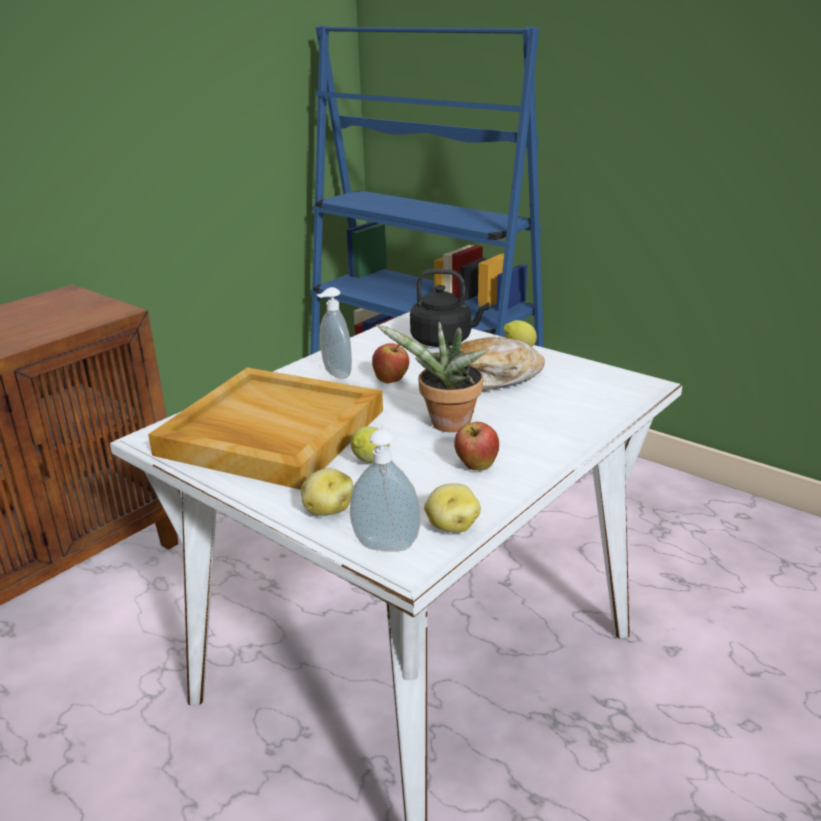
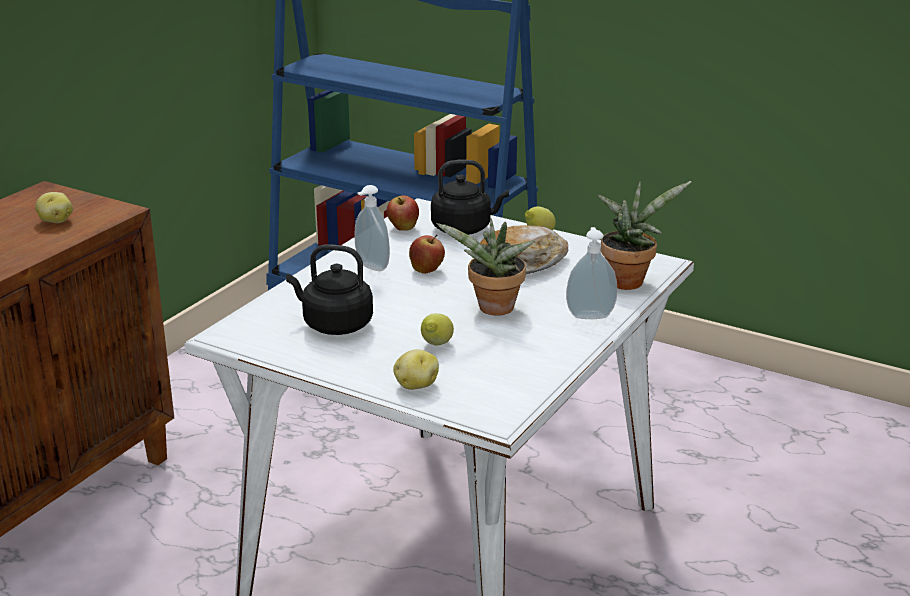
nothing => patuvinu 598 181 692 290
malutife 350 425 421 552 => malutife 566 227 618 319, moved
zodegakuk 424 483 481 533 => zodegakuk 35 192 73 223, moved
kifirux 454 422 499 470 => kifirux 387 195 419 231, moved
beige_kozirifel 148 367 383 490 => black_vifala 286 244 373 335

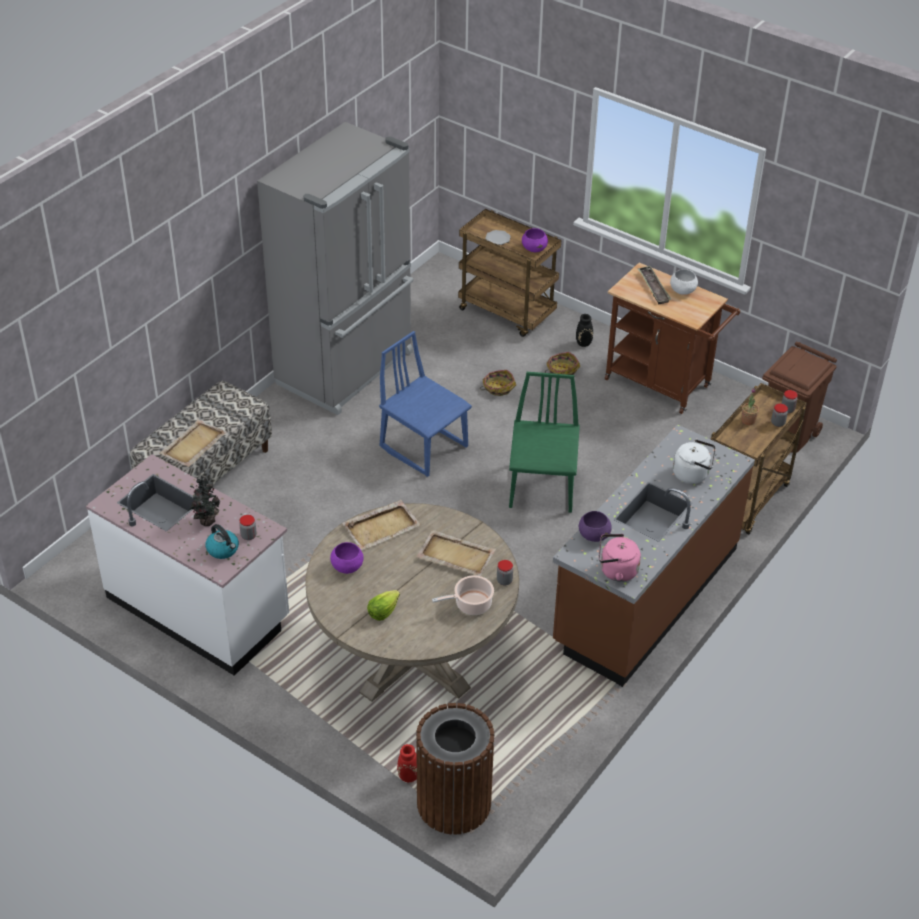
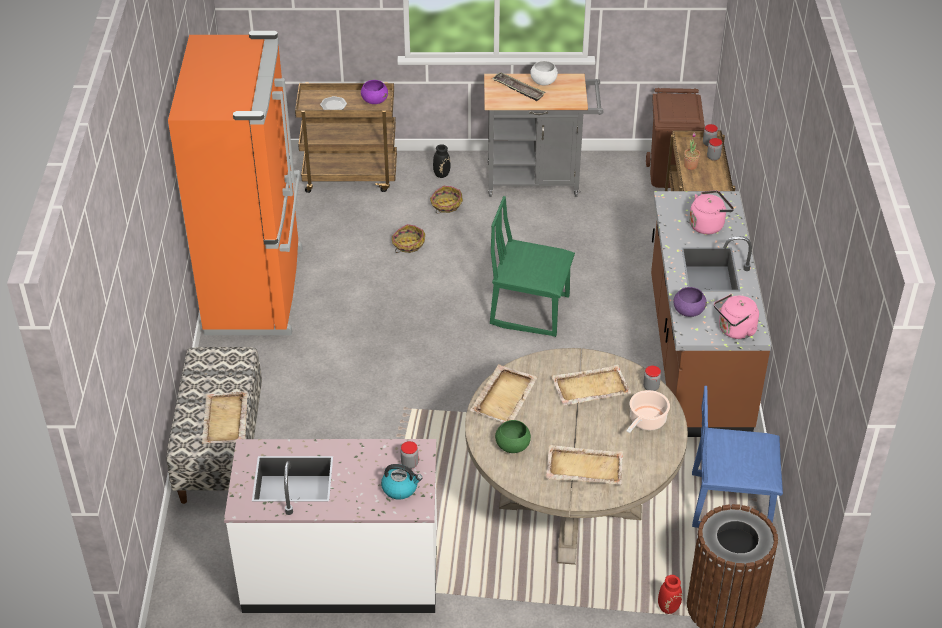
patuvinu 188 475 220 526 => nothing
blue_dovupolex 379 331 472 477 => blue_dovupolex 692 386 783 528, moved
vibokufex 367 590 400 621 => beige_kozirifel 546 445 623 485
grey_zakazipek 257 122 413 415 => orange_zakazipek 168 31 303 335
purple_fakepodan 330 542 364 574 => green_fakepodan 495 420 531 453
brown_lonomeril 605 263 740 414 => grey_lonomeril 484 74 603 197
white_vifala 673 439 716 484 => pink_vifala 689 190 734 234
green_dovupolex 509 372 580 513 => green_dovupolex 490 196 575 337, 45 degrees counterclockwise

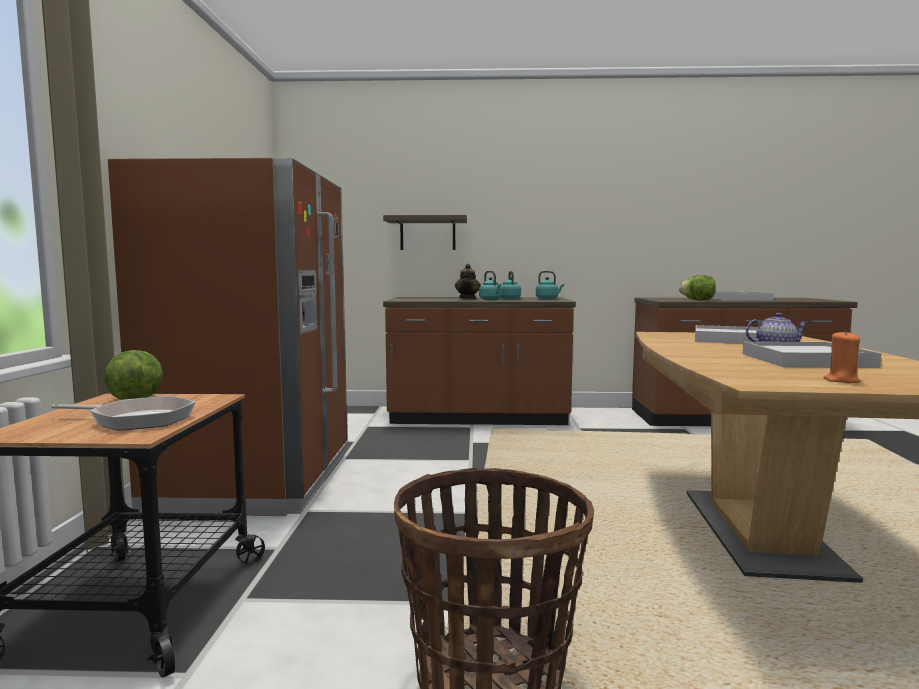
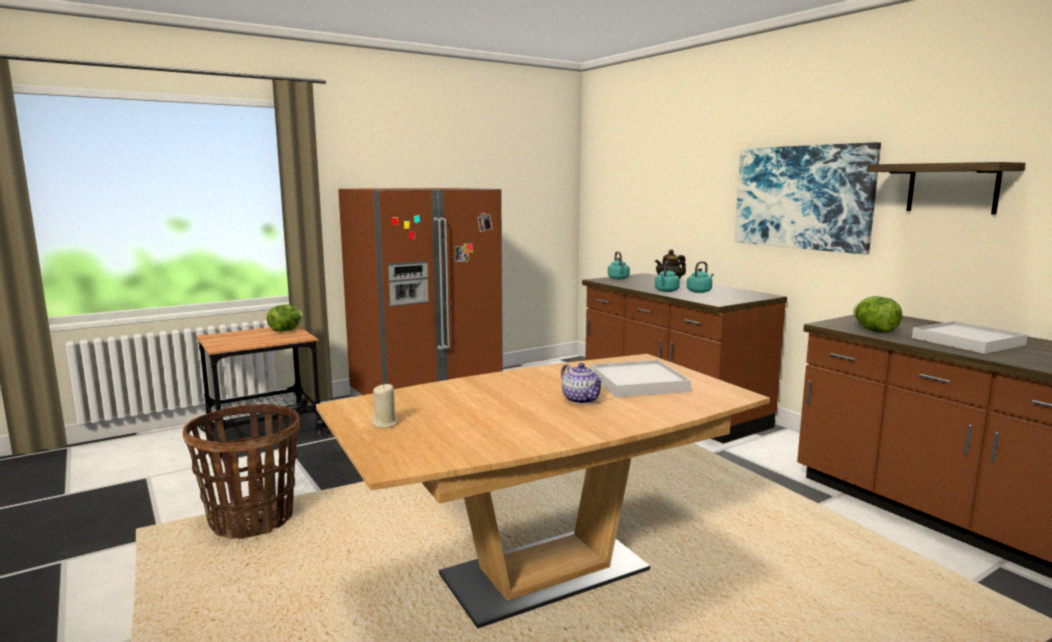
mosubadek 51 396 196 431 => nothing
white_kozirifel 742 341 881 368 => nothing
nothing => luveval 735 142 881 255
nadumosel 383 215 467 250 => nadumosel 867 162 1026 214, moved
turquoise_vifala 536 271 564 299 => turquoise_vifala 608 251 630 279, moved
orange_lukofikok 823 330 860 383 => beige_lukofikok 372 383 399 428

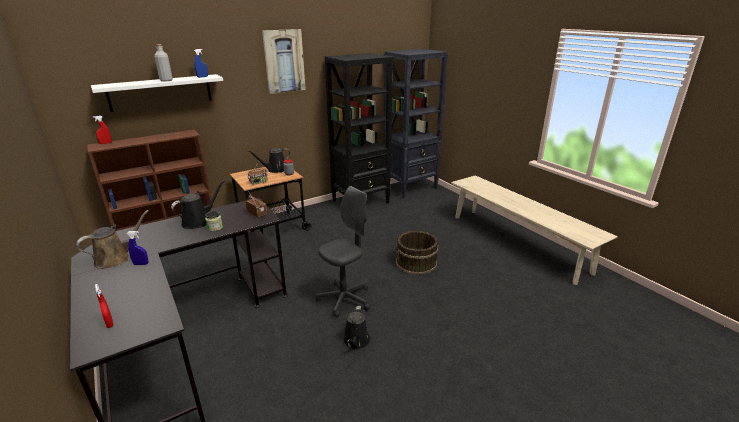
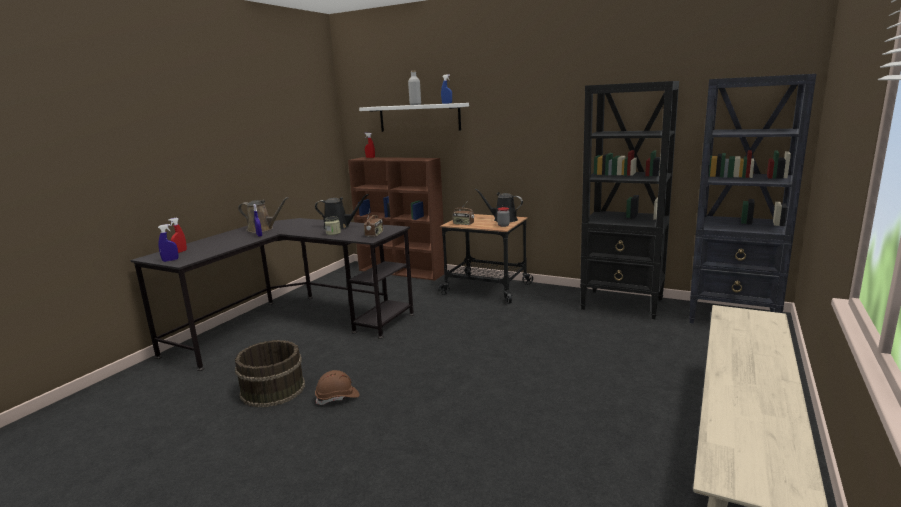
luveval 262 29 306 94 => nothing
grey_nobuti 316 186 370 318 => nothing
nothing => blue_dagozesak 158 224 178 262
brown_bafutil 396 231 438 275 => brown_bafutil 235 340 305 407, moved
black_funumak 343 306 371 350 => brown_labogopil 315 370 359 405

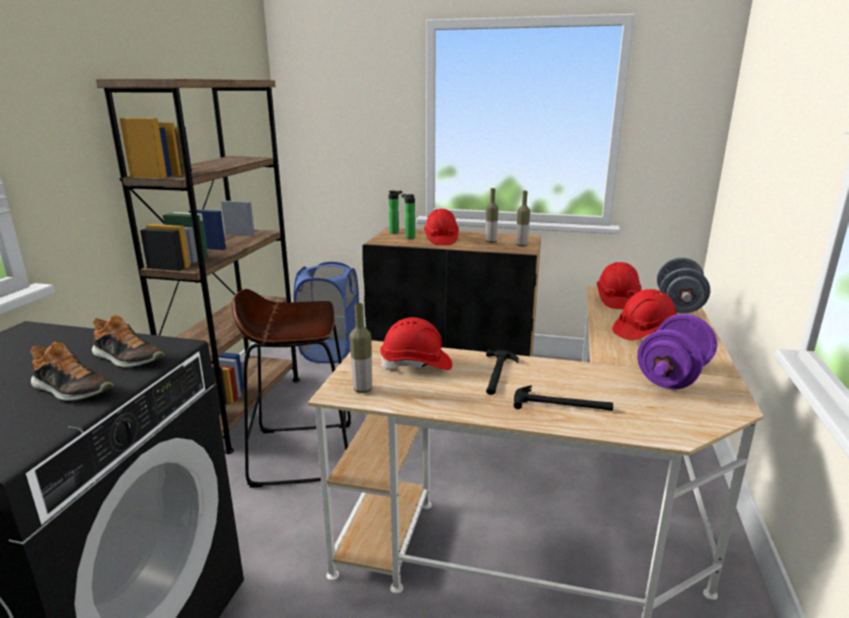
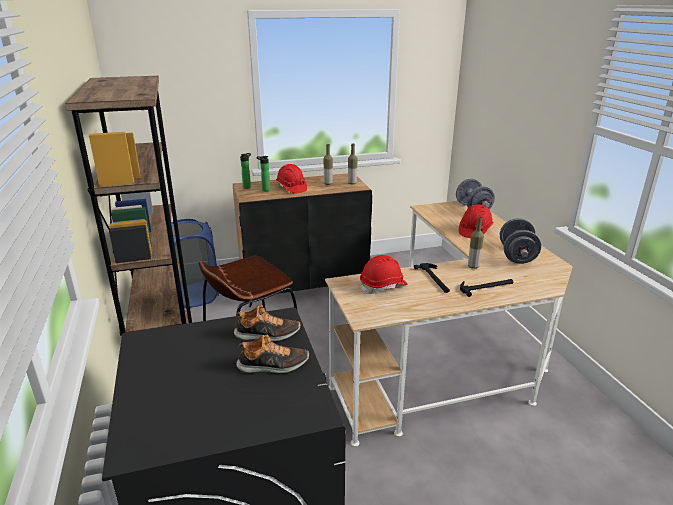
red_labogopil 597 262 642 309 => nothing
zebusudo 349 303 372 393 => zebusudo 468 217 484 269, moved
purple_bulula 637 314 717 389 => grey_bulula 500 218 541 264

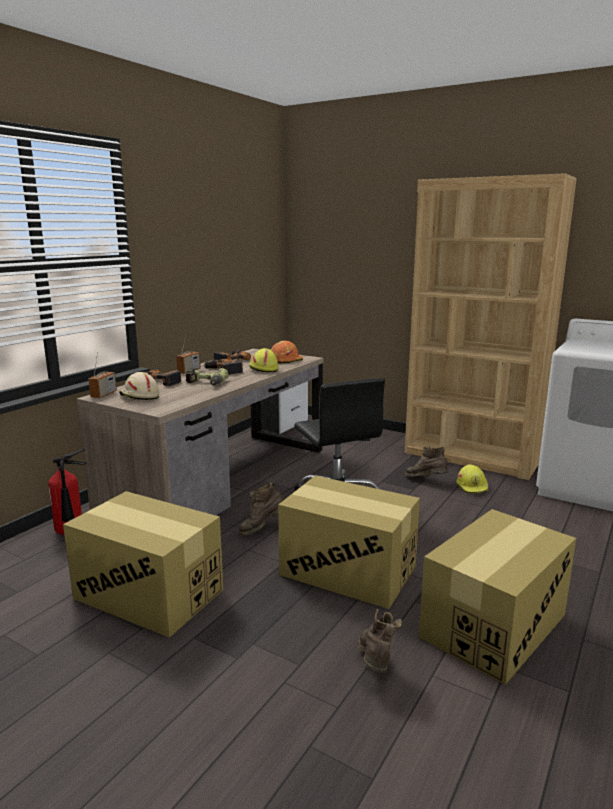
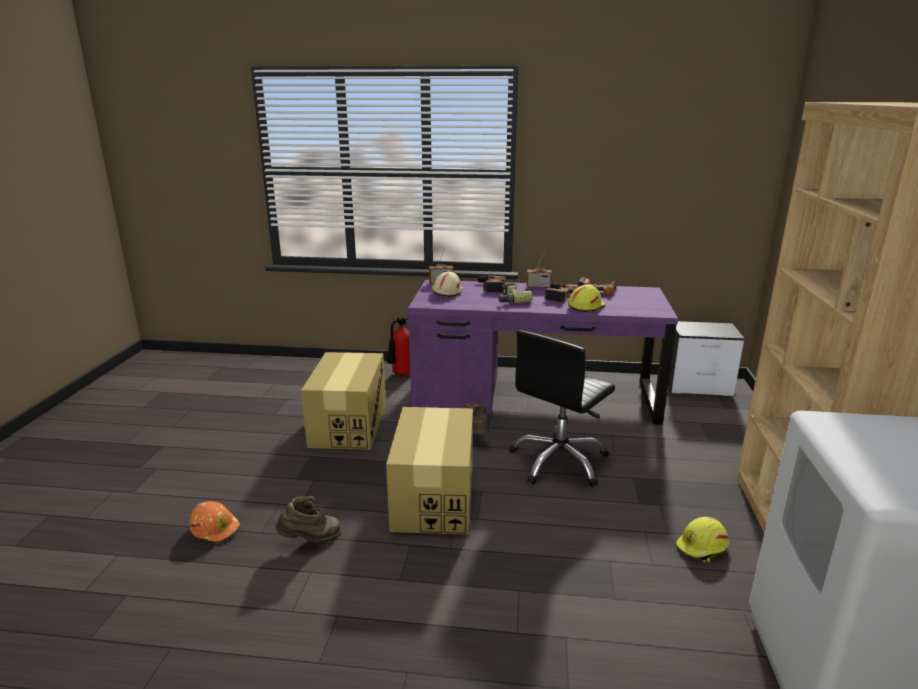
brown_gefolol 405 446 448 476 => nothing
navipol 419 509 576 685 => nothing
orange_labogopil 271 341 303 364 => orange_labogopil 190 501 240 544, moved
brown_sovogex 77 349 324 515 => purple_sovogex 408 280 678 425

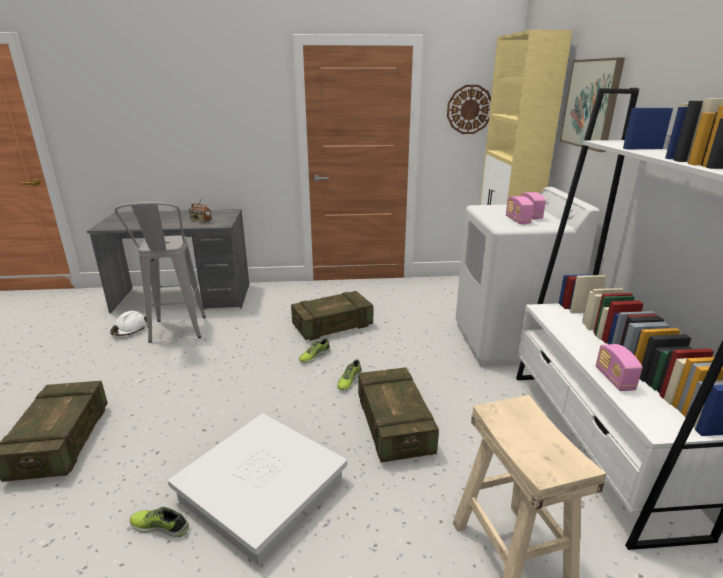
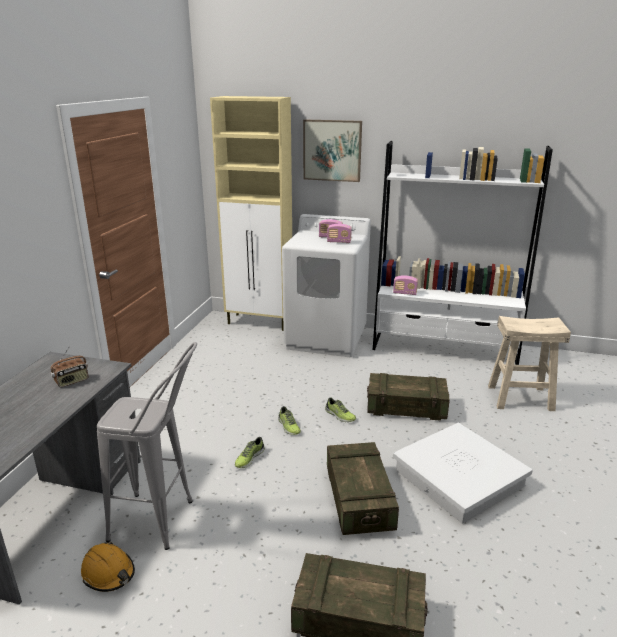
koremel 447 85 491 134 => nothing
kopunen 130 507 189 537 => kopunen 235 437 265 468, moved
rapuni 291 291 373 341 => rapuni 327 442 399 535, moved
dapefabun 596 344 643 391 => dapefabun 393 275 418 295, moved
white_labogopil 110 311 147 336 => orange_labogopil 81 542 135 592

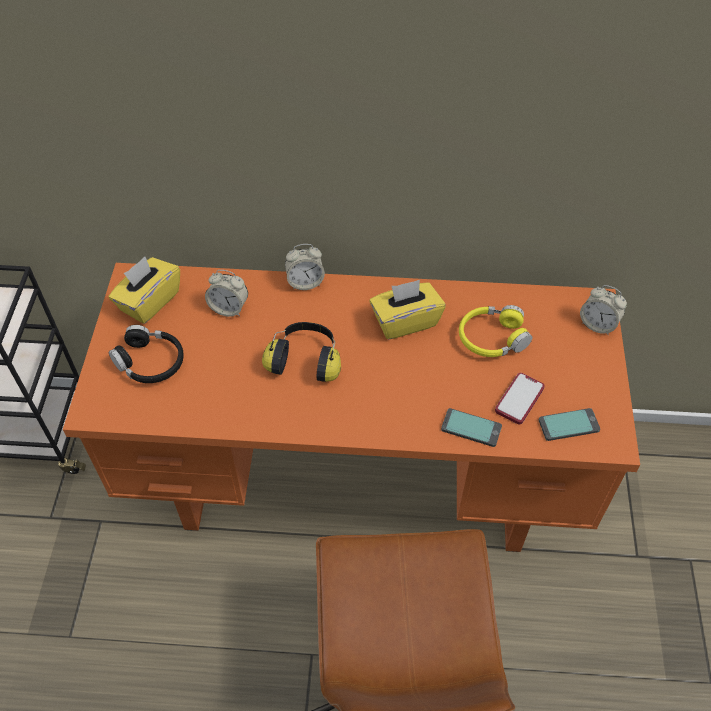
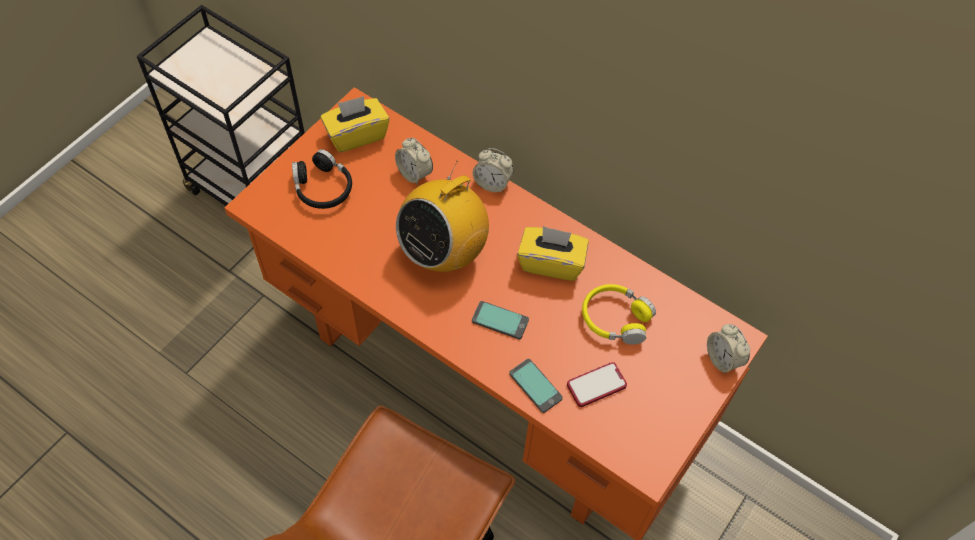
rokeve 539 408 600 441 => rokeve 472 301 529 339, moved
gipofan 262 322 341 382 => dapefabun 396 161 489 272

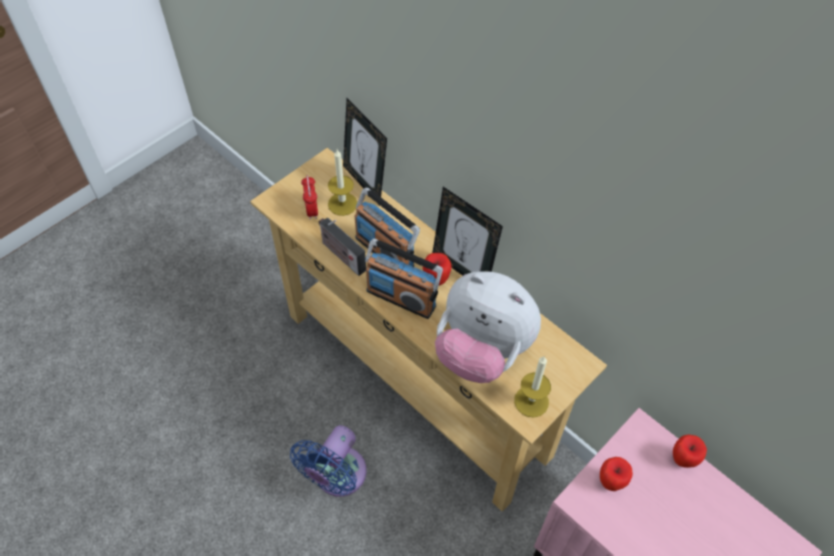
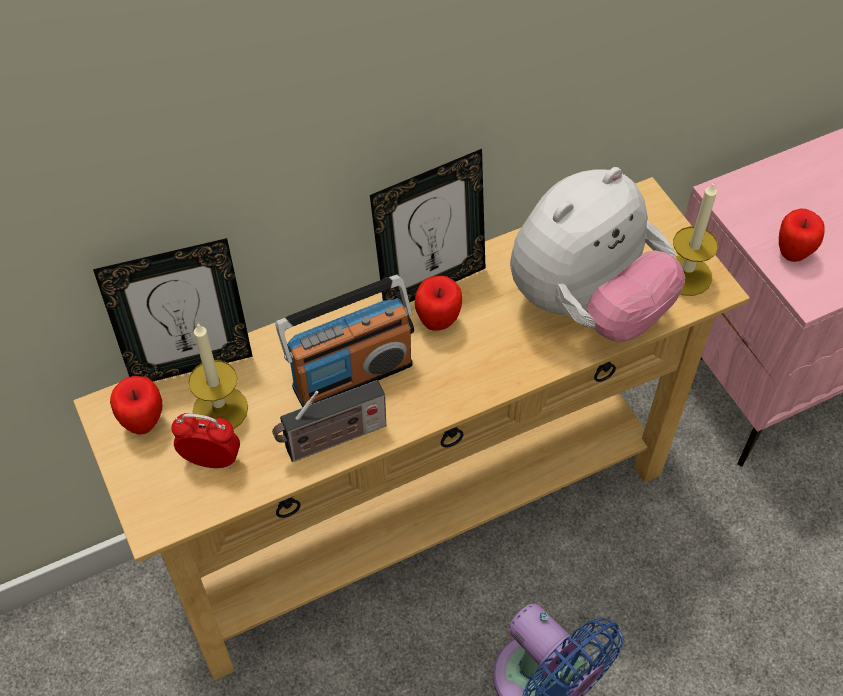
dapefabun 365 238 443 319 => nothing
kifirux 673 434 707 468 => kifirux 110 376 162 435, moved

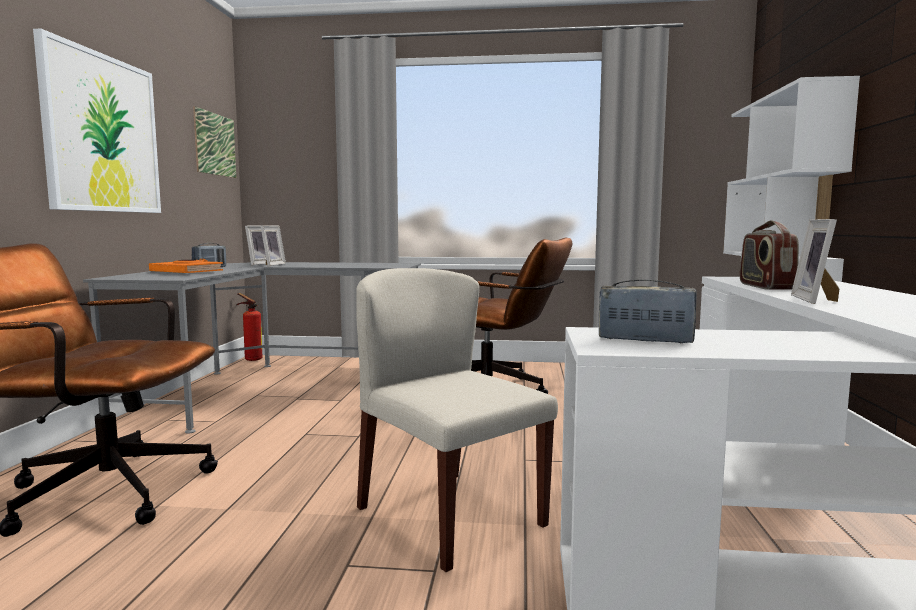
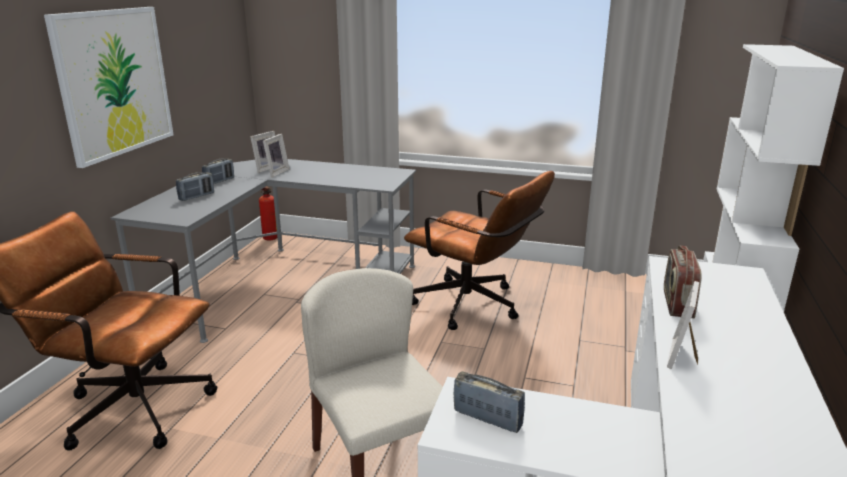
luveval 193 106 236 178 => nothing
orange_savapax 149 259 223 273 => dapefabun 176 172 214 201

